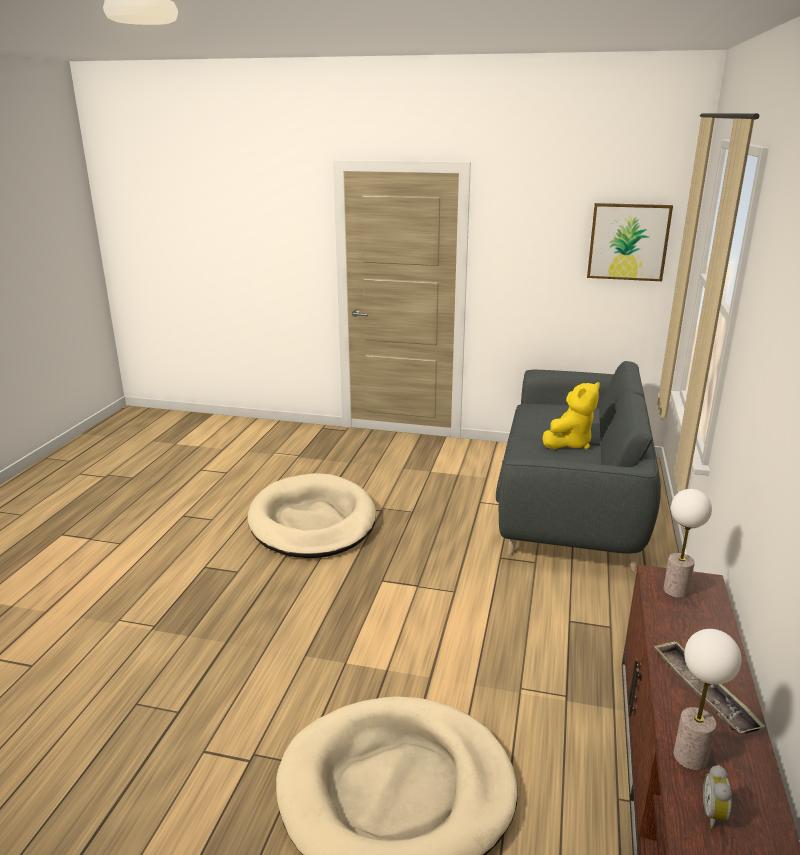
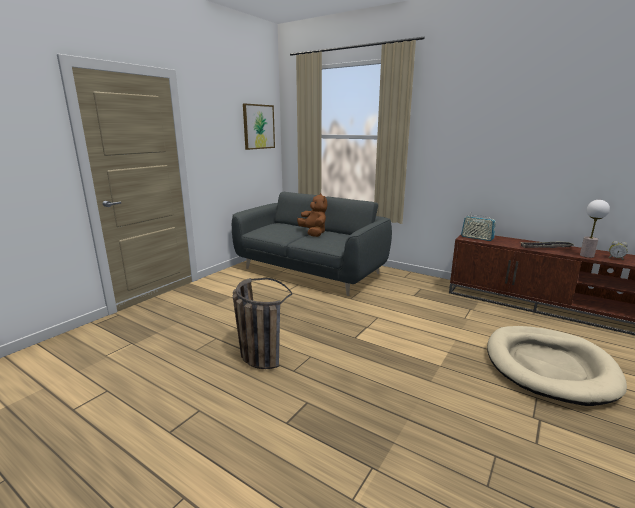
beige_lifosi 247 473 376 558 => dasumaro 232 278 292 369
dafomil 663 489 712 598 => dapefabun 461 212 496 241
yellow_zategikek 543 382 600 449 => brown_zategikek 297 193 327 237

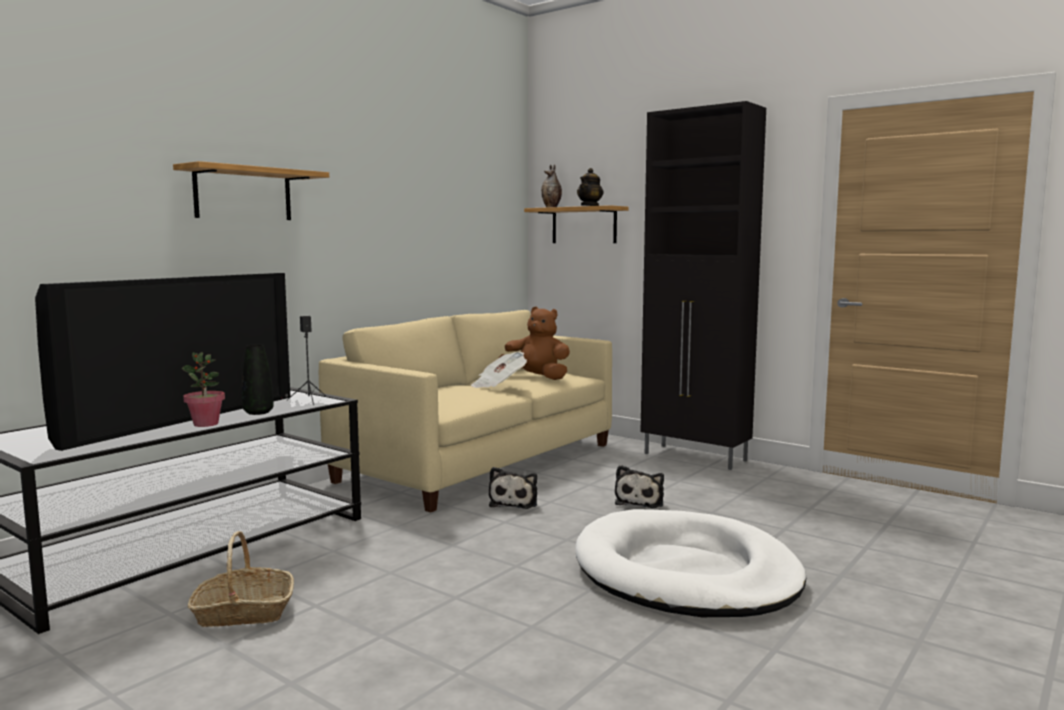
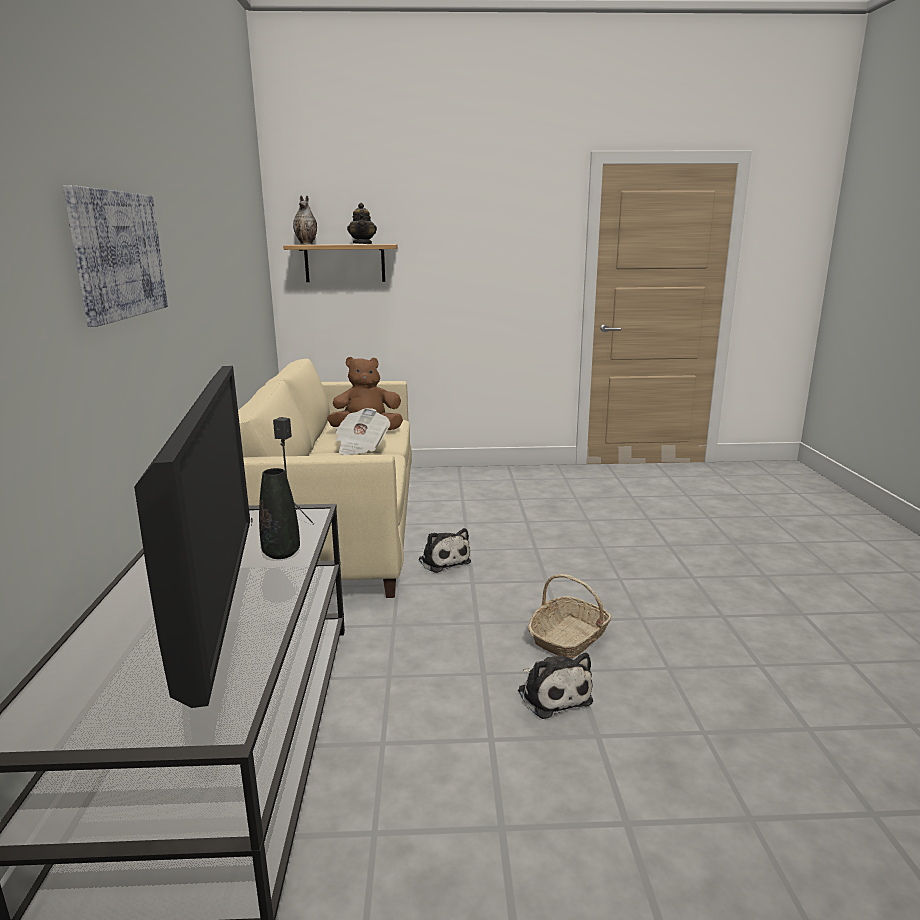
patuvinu 182 352 225 427 => nothing
white_lifosi 576 509 807 617 => nothing
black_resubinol 640 101 766 470 => nothing
dasumaro 188 531 294 627 => dasumaro 528 574 612 659, moved
zategikek 615 465 664 508 => zategikek 518 652 593 719, moved
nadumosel 173 161 329 220 => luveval 63 185 168 327

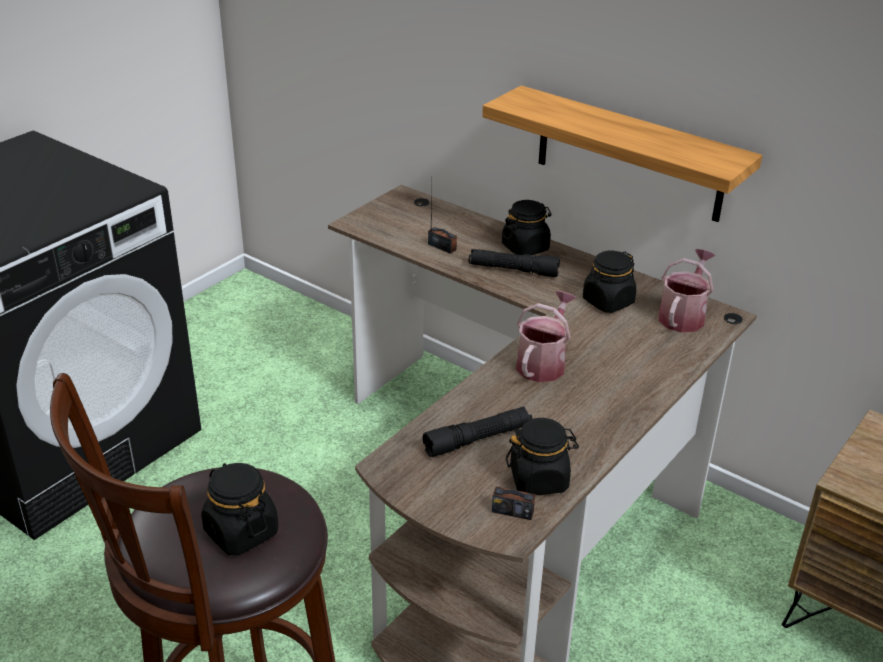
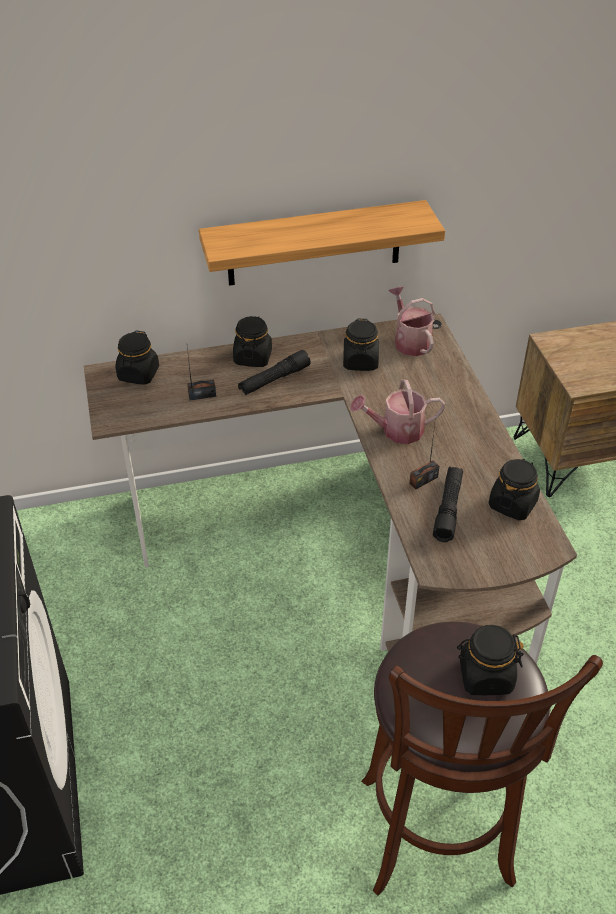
nothing => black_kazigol 116 331 159 385
dapefabun 492 432 536 520 => dapefabun 409 416 439 489, moved
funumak 516 291 577 382 => funumak 350 380 445 444, 75 degrees counterclockwise

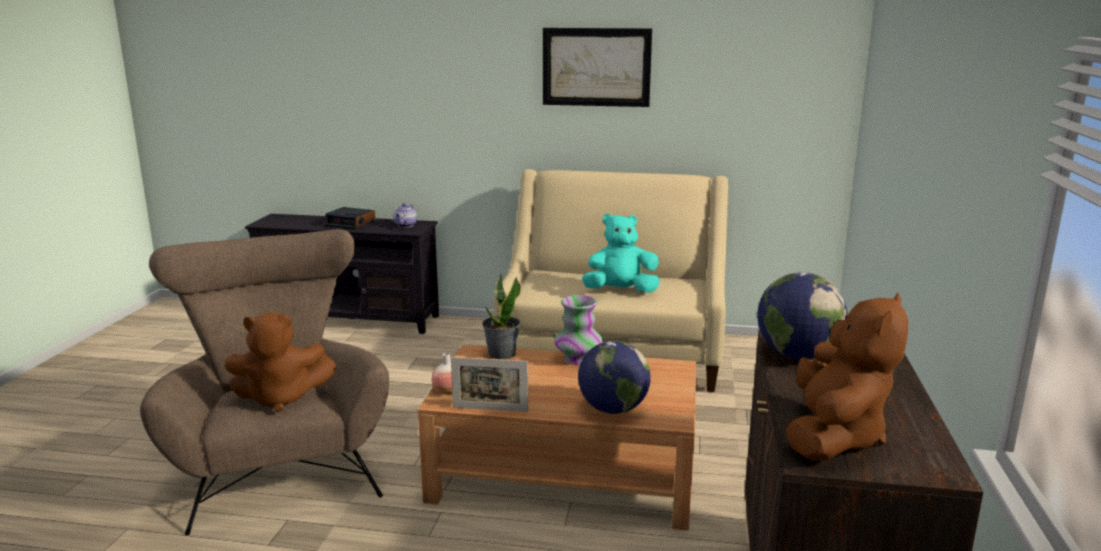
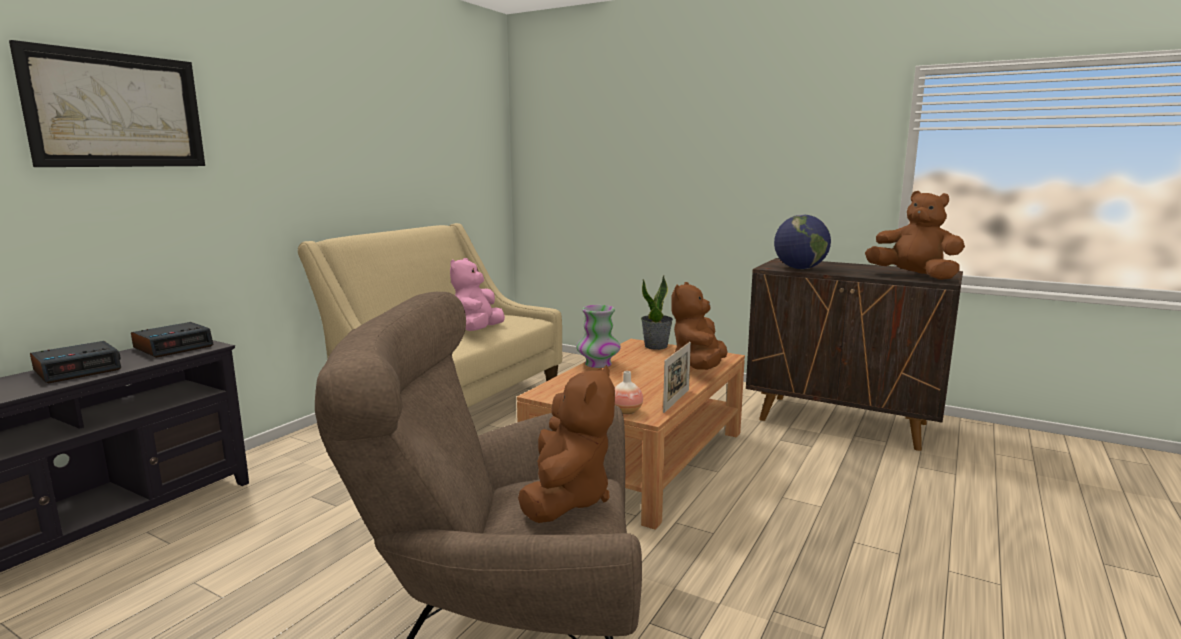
patuvinu 482 274 521 359 => patuvinu 641 276 673 350, moved
luveval 543 28 652 107 => luveval 9 40 205 167, moved
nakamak 393 203 417 228 => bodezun 131 322 213 358
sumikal 578 341 651 414 => brown_zategikek 671 282 728 370
turquoise_zategikek 582 213 660 293 => pink_zategikek 450 258 505 331

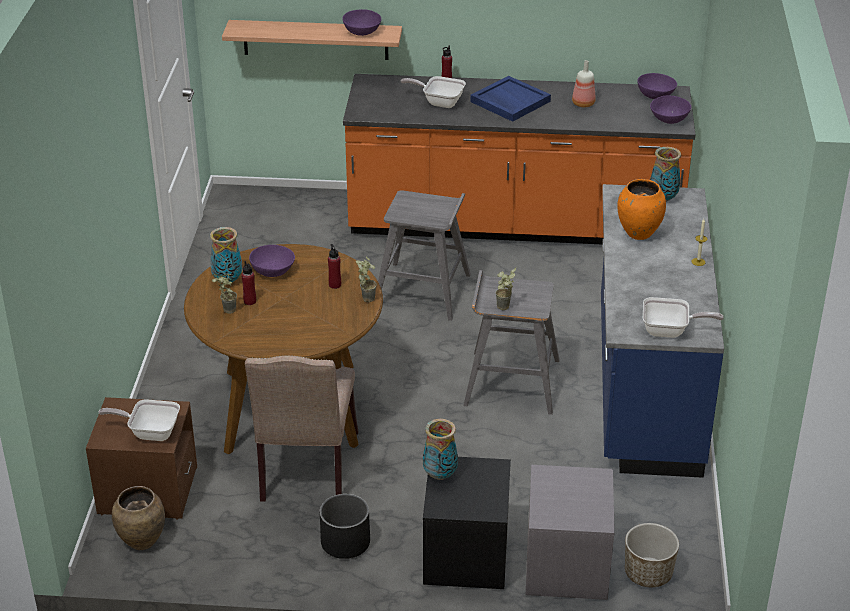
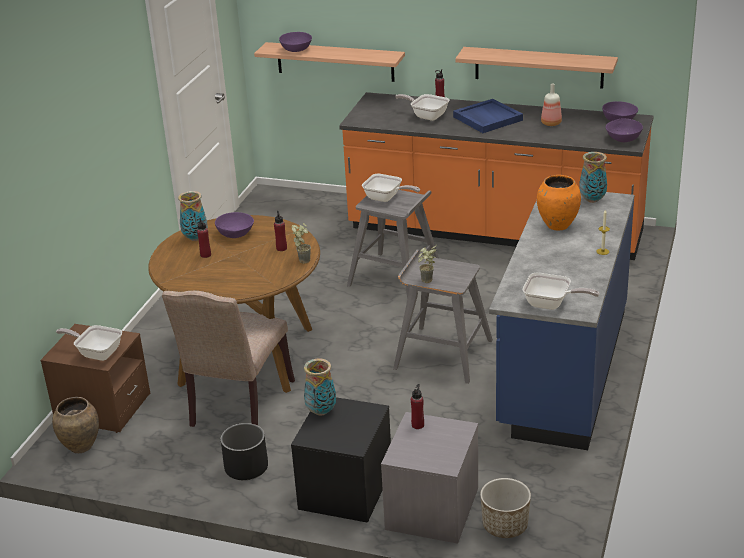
patuvinu 212 274 237 314 => nothing
nothing => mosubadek 362 174 420 202
nothing => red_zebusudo 411 384 424 429
nothing => nadumosel 456 47 618 89
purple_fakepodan 343 9 382 36 => purple_fakepodan 279 32 312 52, moved

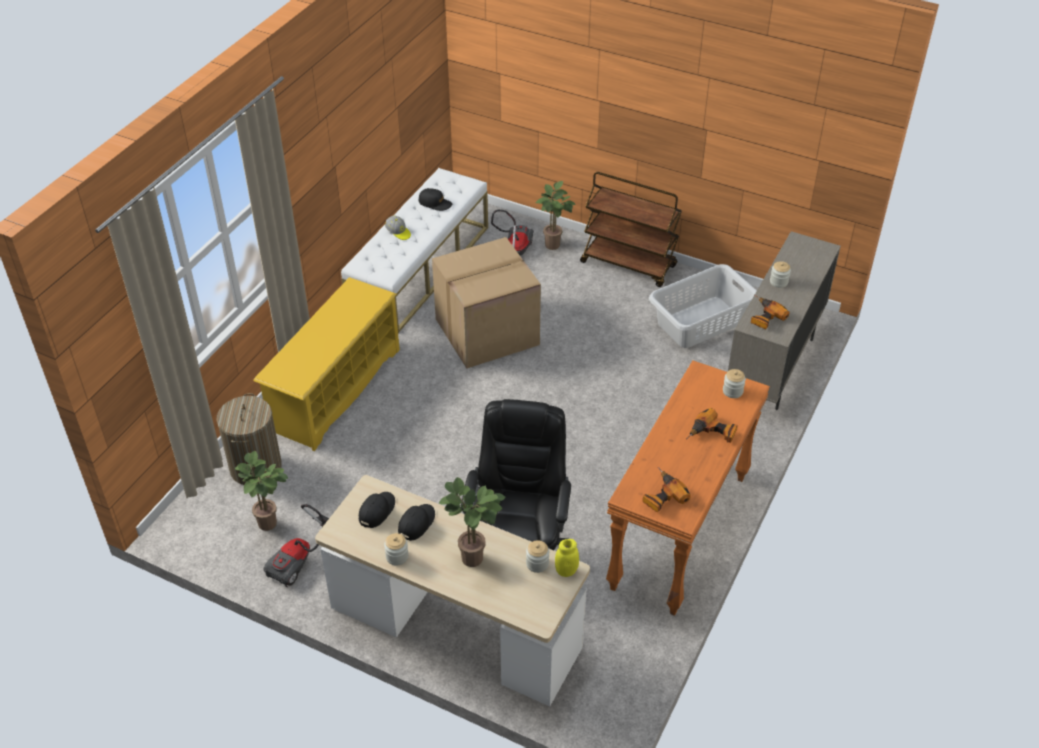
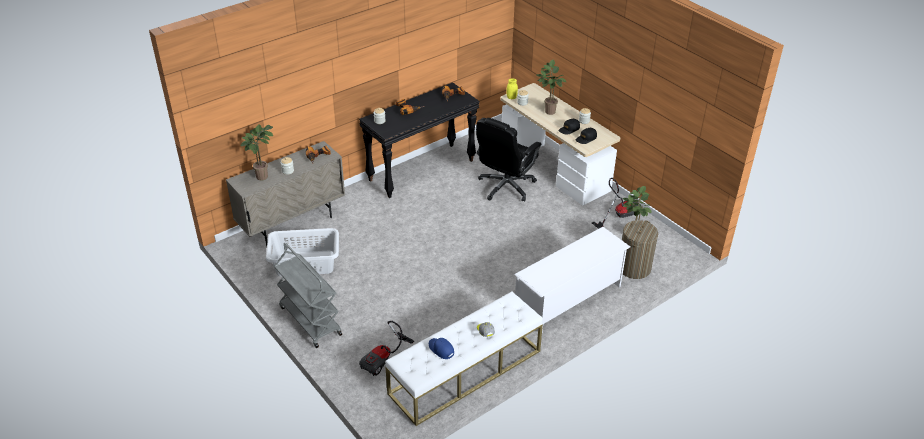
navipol 432 237 541 369 => nothing
patuvinu 536 181 575 250 => patuvinu 240 124 273 181, moved
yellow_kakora 253 277 400 451 => white_kakora 514 227 630 332
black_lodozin 419 188 452 211 => blue_lodozin 429 338 454 359
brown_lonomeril 580 172 682 287 => grey_lonomeril 274 242 342 348
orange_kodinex 606 360 770 616 => black_kodinex 359 82 479 198

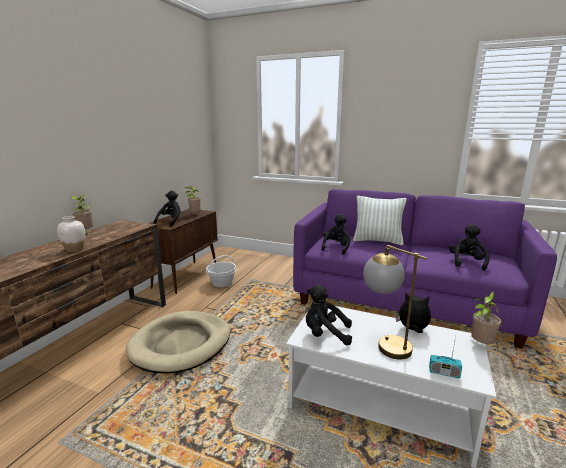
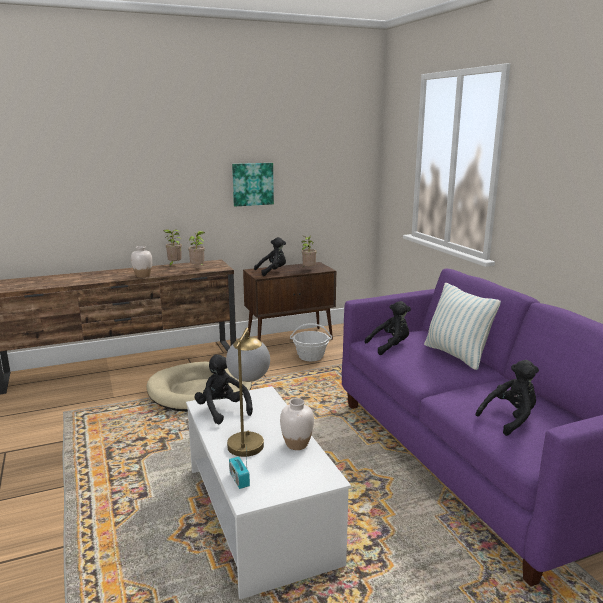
nothing => luveval 232 163 274 206
patuvinu 471 291 501 344 => patuvinu 188 231 205 266, moved
zategikek 396 293 431 333 => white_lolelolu 280 398 314 450

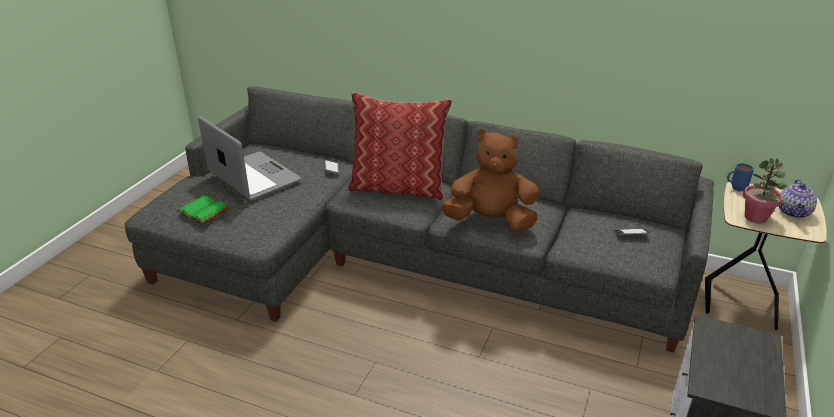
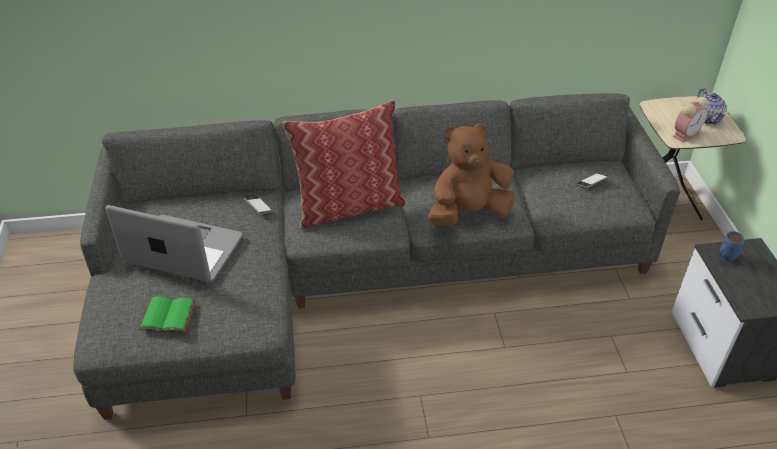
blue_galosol 727 163 754 191 => blue_galosol 720 231 745 261, moved
patuvinu 743 158 787 224 => bodezun 673 97 709 143

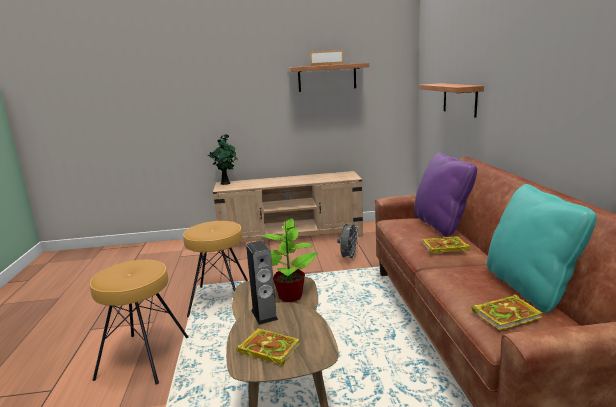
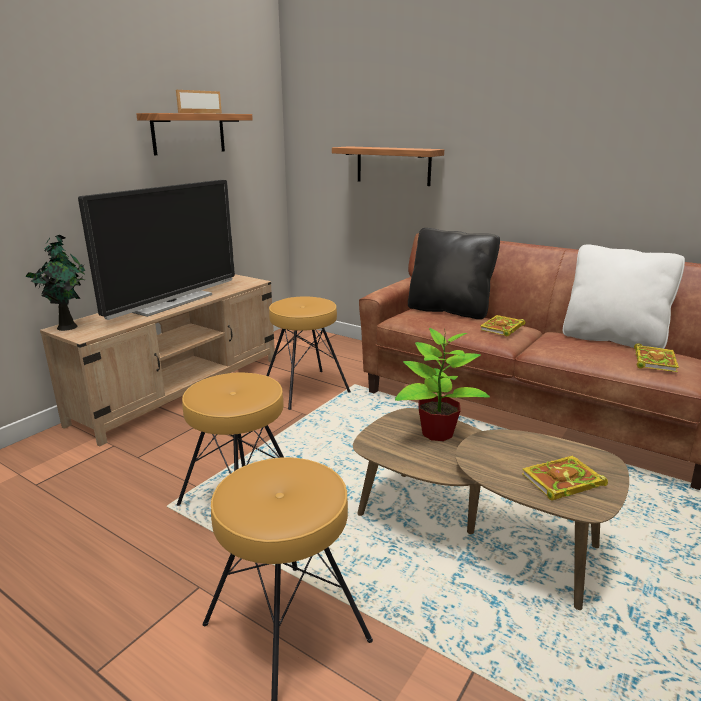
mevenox 246 241 278 325 => nothing
nothing => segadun 78 180 235 320
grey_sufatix 337 222 359 261 => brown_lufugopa 266 296 351 410
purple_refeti 414 152 477 237 => black_refeti 408 228 500 319
turquoise_refeti 487 184 597 313 => white_refeti 563 245 685 349

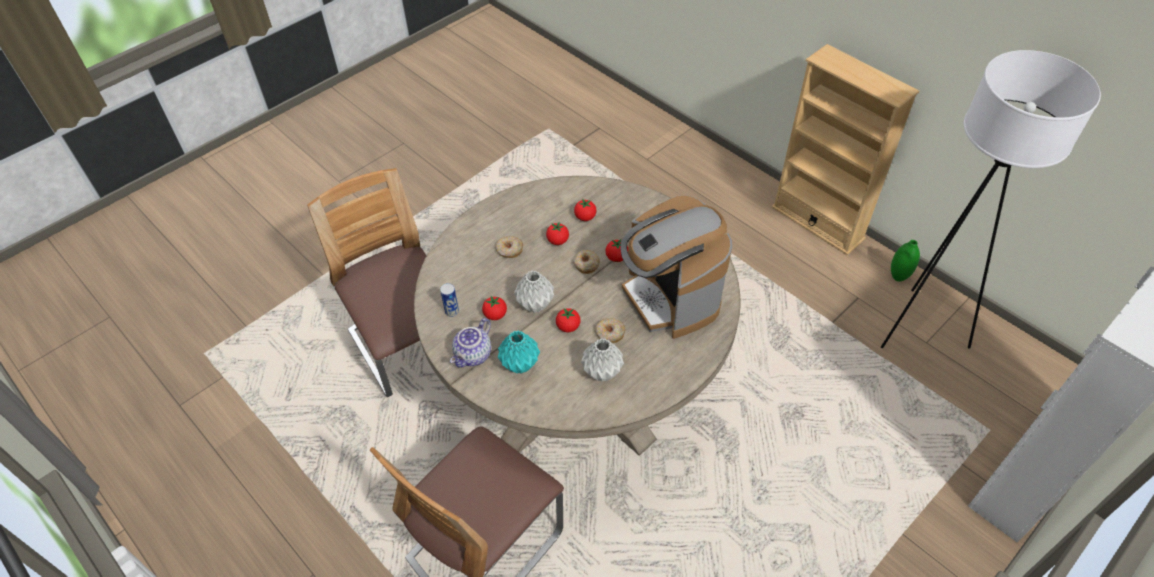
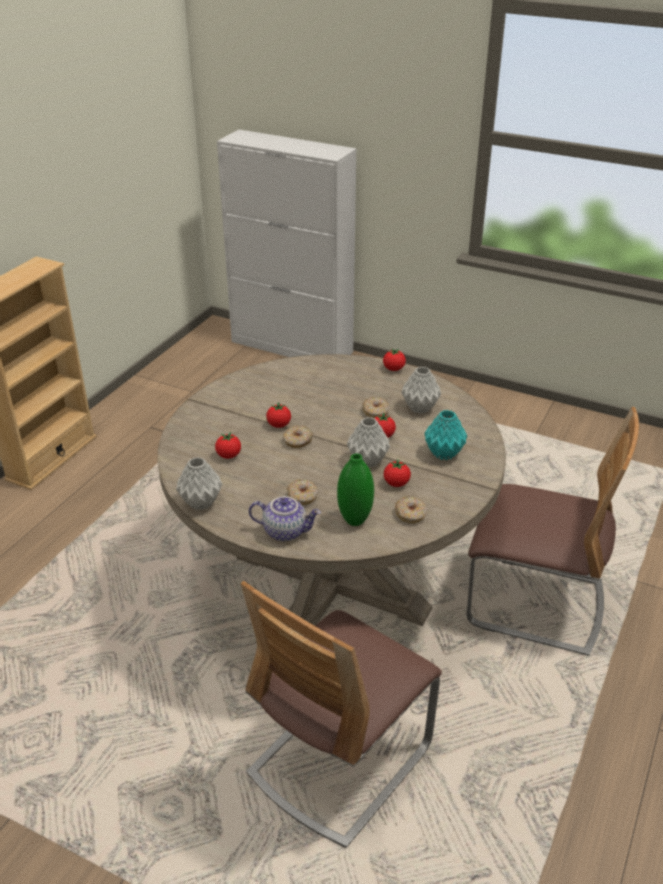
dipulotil 620 195 732 339 => nothing
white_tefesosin 881 50 1101 348 => nothing
nothing => grey_lolelolu 176 457 222 510
nakamak 450 318 491 368 => nakamak 249 496 321 542, moved
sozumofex 546 222 569 245 => sozumofex 383 348 406 371, moved
green_lolelolu 891 240 920 282 => green_lolelolu 337 453 374 526, moved
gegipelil 440 283 459 317 => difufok 395 496 427 524

